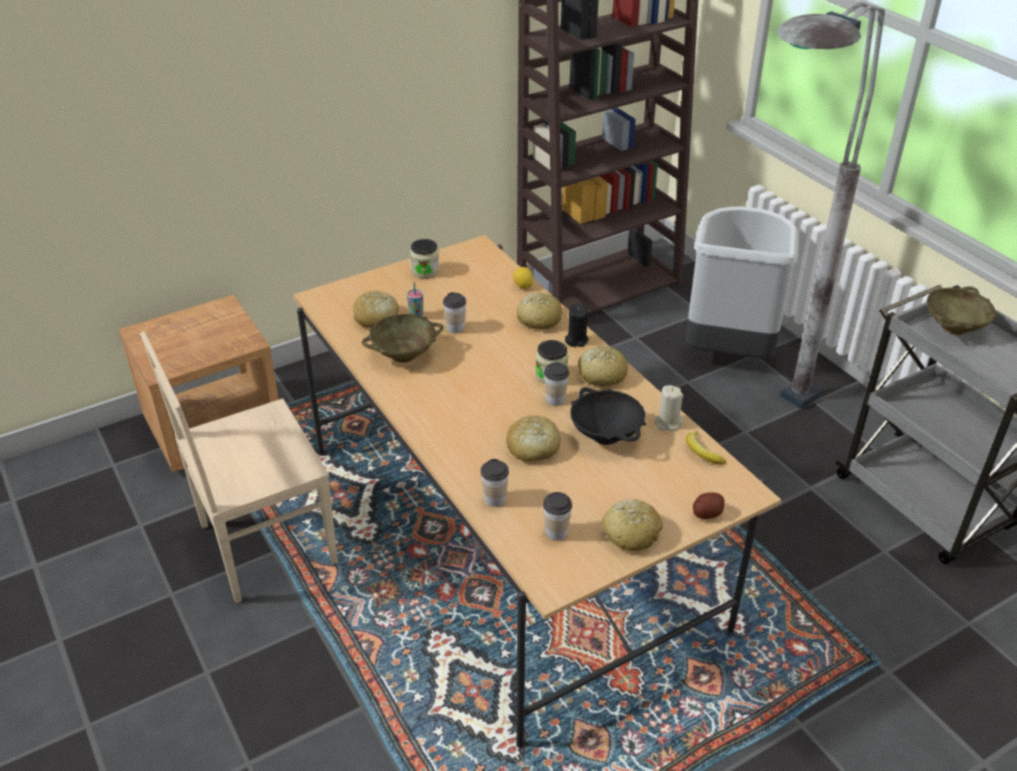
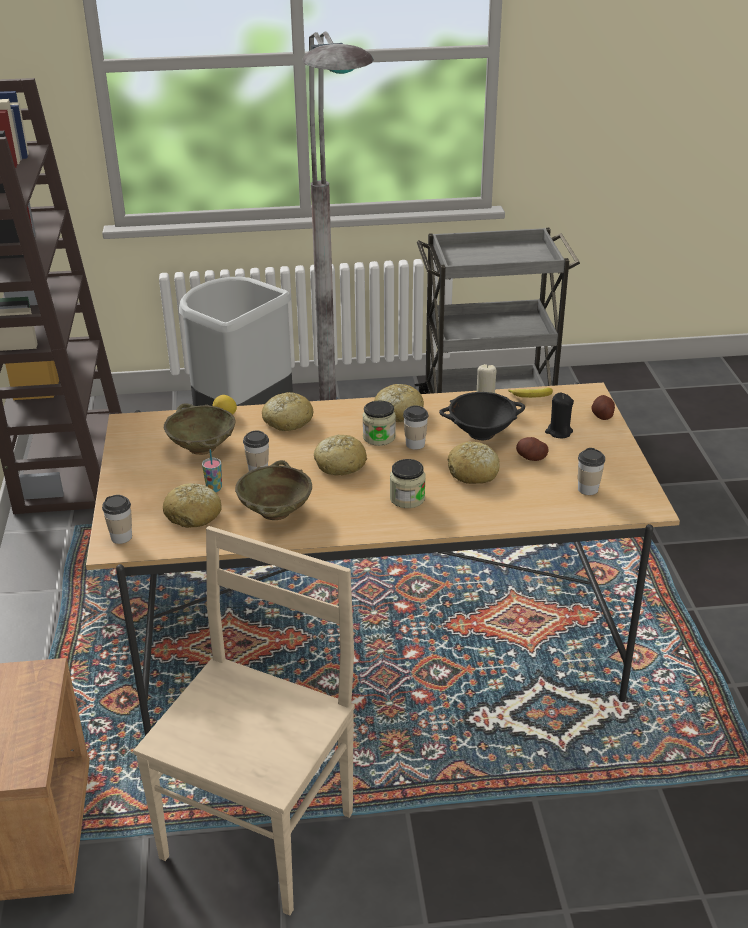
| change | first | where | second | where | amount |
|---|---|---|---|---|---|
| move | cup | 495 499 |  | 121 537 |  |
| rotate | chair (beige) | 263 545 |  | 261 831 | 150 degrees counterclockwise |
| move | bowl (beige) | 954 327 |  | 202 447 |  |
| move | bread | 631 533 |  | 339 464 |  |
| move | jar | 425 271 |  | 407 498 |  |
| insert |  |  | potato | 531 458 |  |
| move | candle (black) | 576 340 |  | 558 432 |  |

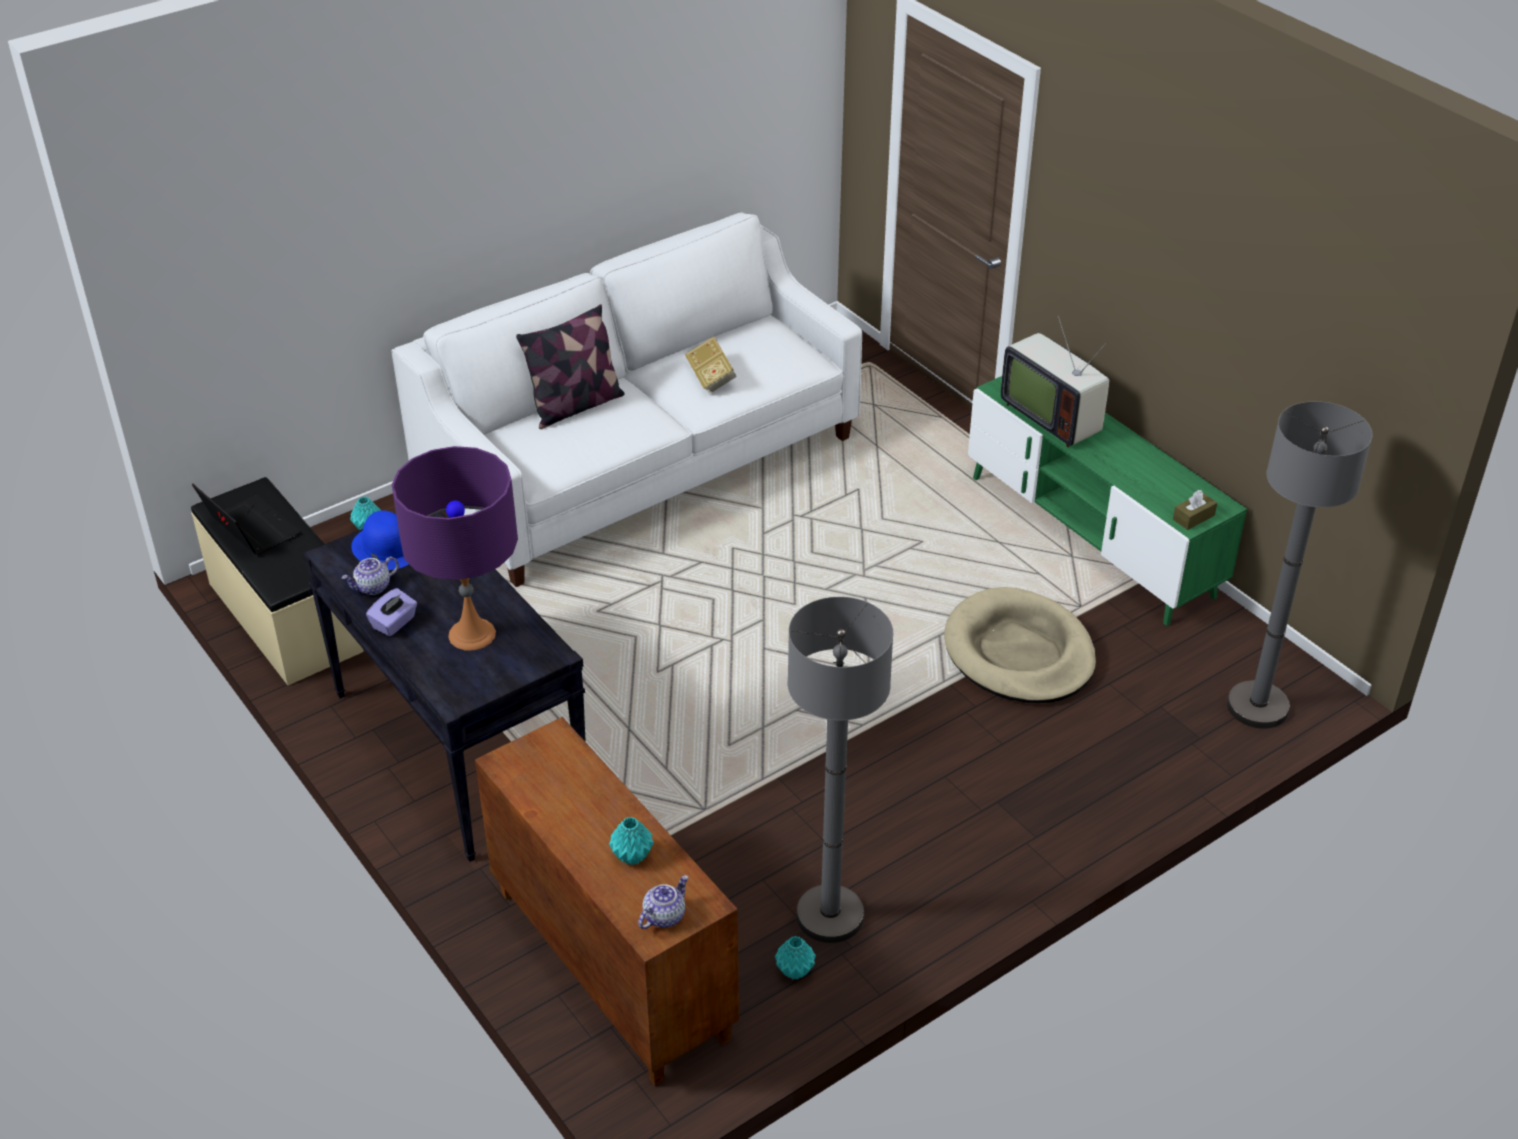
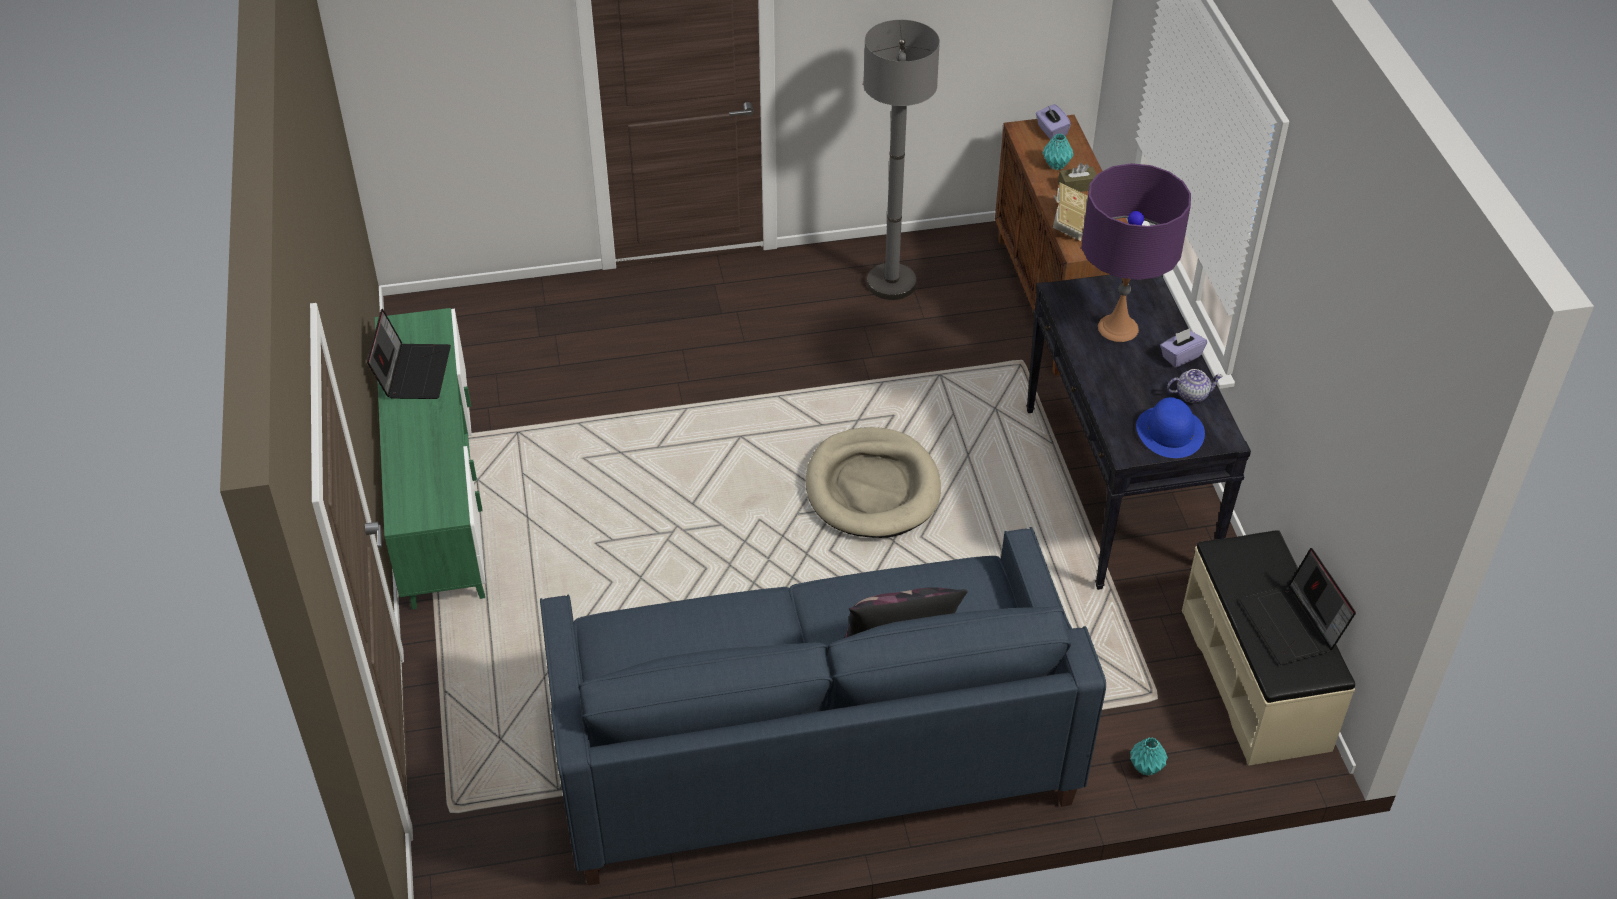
| change | first | where | second | where | amount |
|---|---|---|---|---|---|
| insert |  |  | laptop | 413 371 |  |
| recolor | sofa (white) | 639 463 | sofa (blue) | 811 751 |  |
| move | dog bed (beige) | 1019 652 |  | 872 488 |  |
| replace | teapot | 664 915 | tissue box (purple) | 1051 131 |  |
| move | book | 711 377 |  | 1069 223 |  |
| move | tissue box (brown) | 1193 517 |  | 1077 186 |  |
| delete | vase (turquoise) | 794 971 |  |  |  |
| delete | television | 1053 416 |  |  |  |
| delete | floor lamp (grey) | 1257 706 |  |  |  |

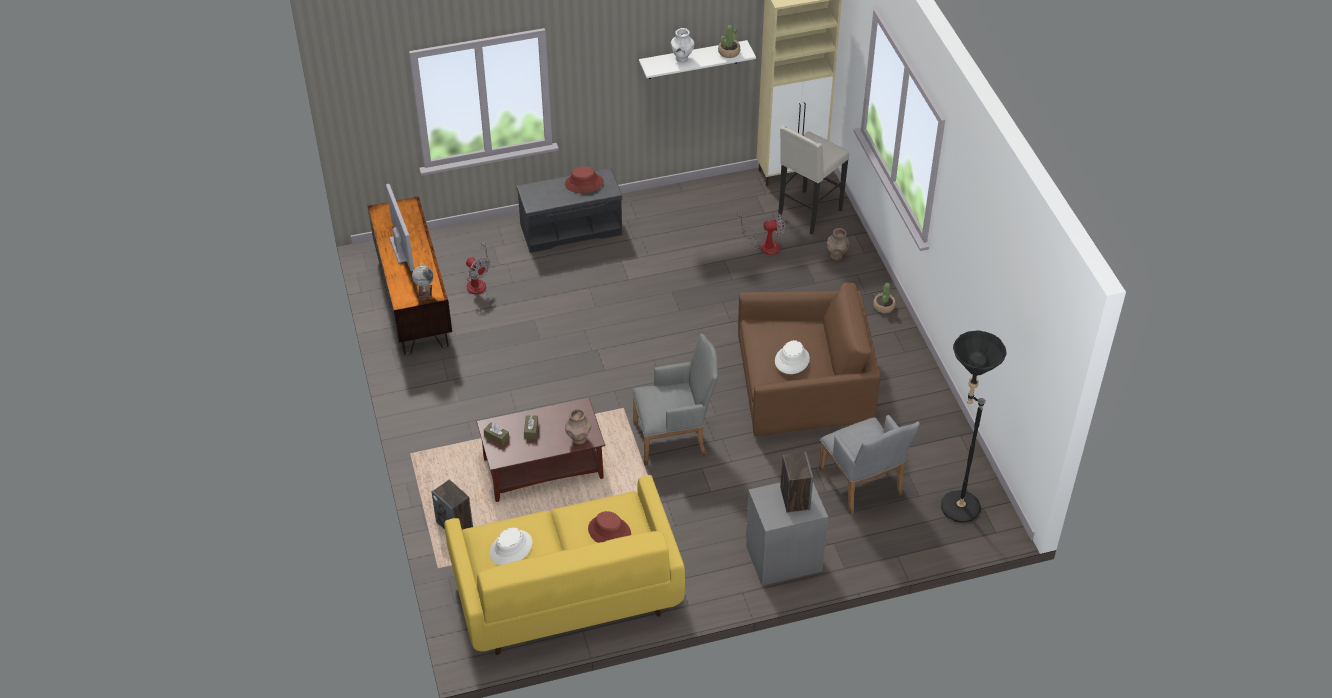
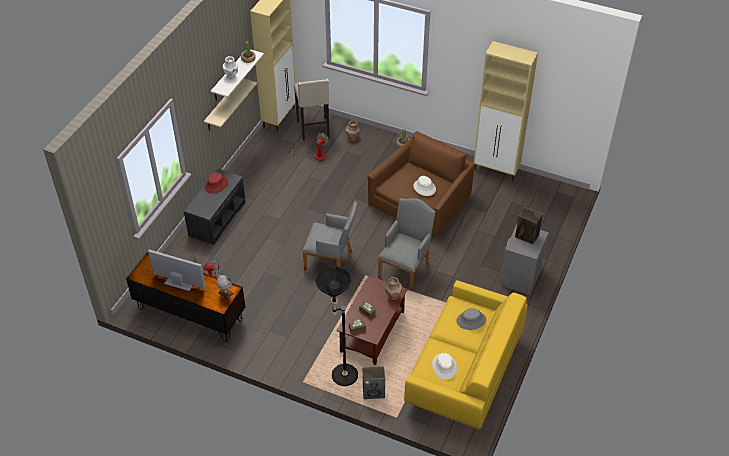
| change | first | where | second | where | amount |
|---|---|---|---|---|---|
| insert |  |  | shelf (beige) | 223 105 |  |
| move | armchair (grey) | 863 485 |  | 331 261 |  |
| move | floor lamp (black) | 953 502 |  | 338 376 |  |
| recolor | hat (red) | 609 531 | hat (grey) | 471 320 |  |
| insert |  |  | cabinet (beige) | 496 170 |  |

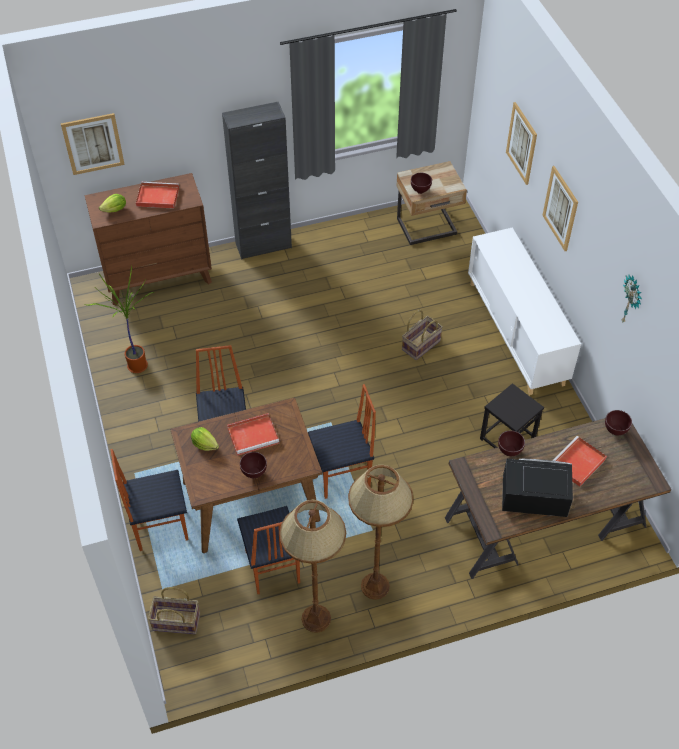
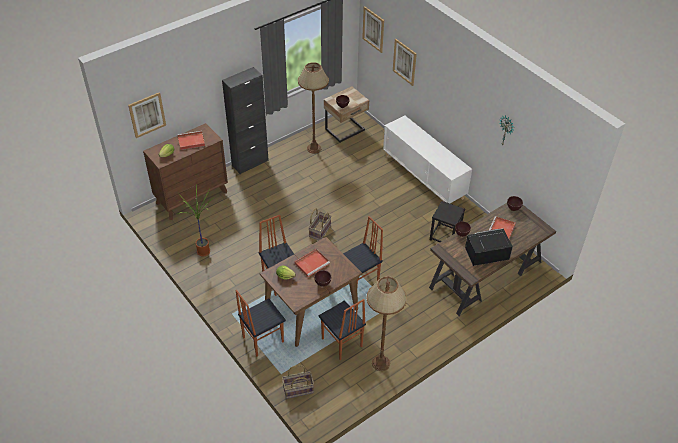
| change | first | where | second | where | amount |
|---|---|---|---|---|---|
| move | floor lamp (brown) | 375 586 |  | 314 148 |  |
| move | basket | 420 344 |  | 319 230 |  |
| move | picture | 560 208 |  | 373 29 |  |

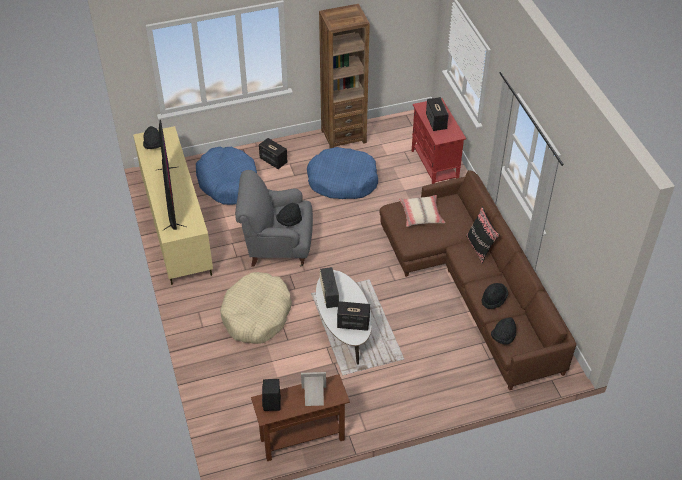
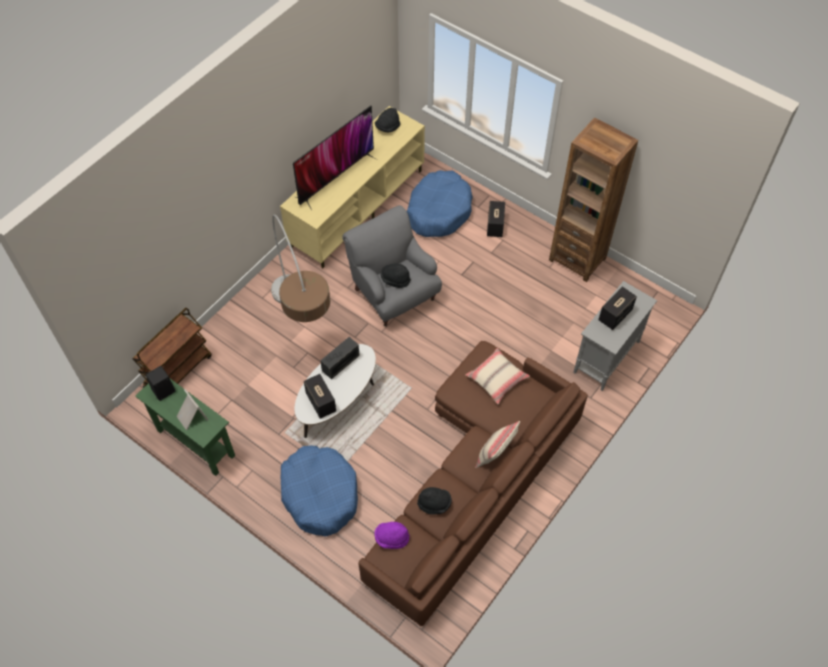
| change | first | where | second | where | amount |
|---|---|---|---|---|---|
| insert |  |  | cart (brown) | 178 371 |  |
| recolor | console table (brown) | 302 439 | console table (green) | 196 443 |  |
| replace | dog bed (beige) | 256 315 | floor lamp | 303 327 |  |
| move | dog bed (blue) | 342 181 |  | 320 494 |  |
| recolor | hat (black) | 503 337 | hat (purple) | 391 538 |  |
| recolor | pillow (black) | 480 248 | pillow (beige) | 495 454 |  |
| recolor | cabinet (red) | 435 167 | cabinet (grey) | 606 358 |  |

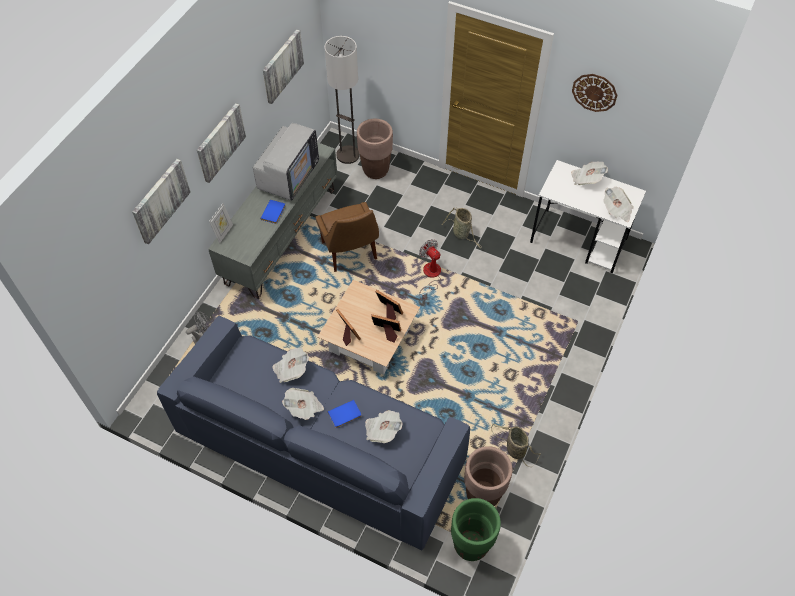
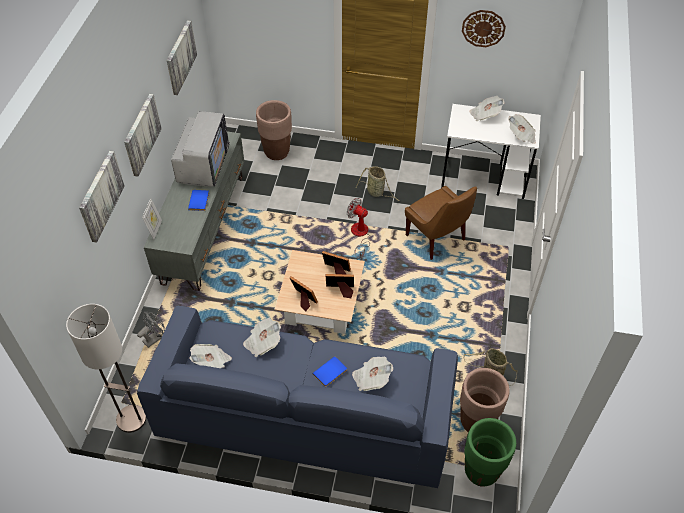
| change | first | where | second | where | amount |
|---|---|---|---|---|---|
| move | floor lamp | 347 155 |  | 131 419 |  |
| move | newspaper | 304 408 |  | 212 362 |  |
| move | chair (brown) | 350 252 |  | 437 239 |  |

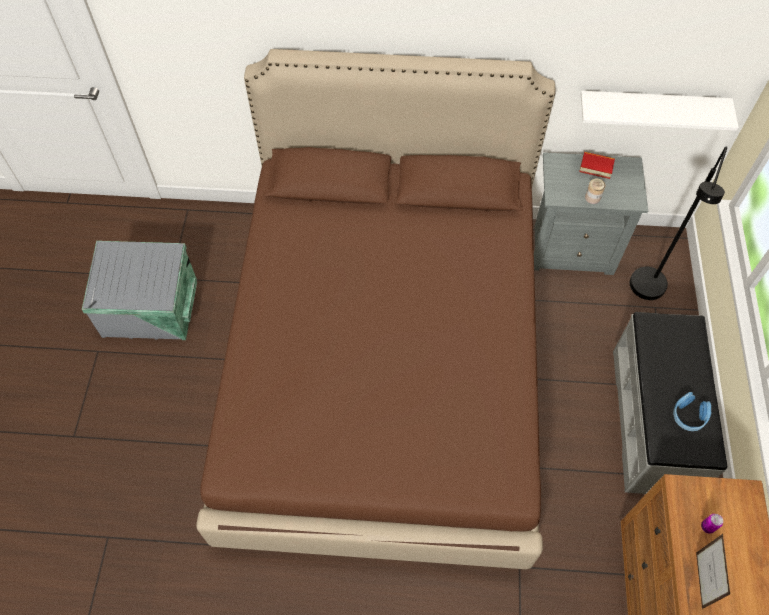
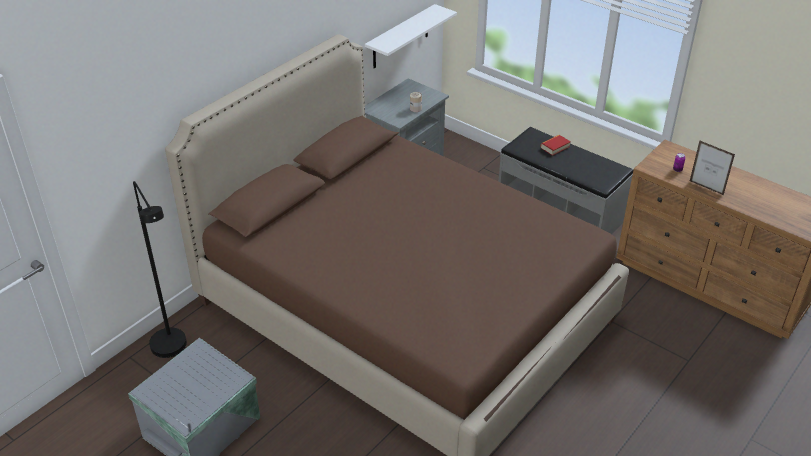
| change | first | where | second | where | amount |
|---|---|---|---|---|---|
| move | floor lamp (black) | 646 293 |  | 173 351 |  |
| move | book | 596 167 |  | 555 147 |  |
| delete | headphones (blue) | 689 415 |  |  |  |

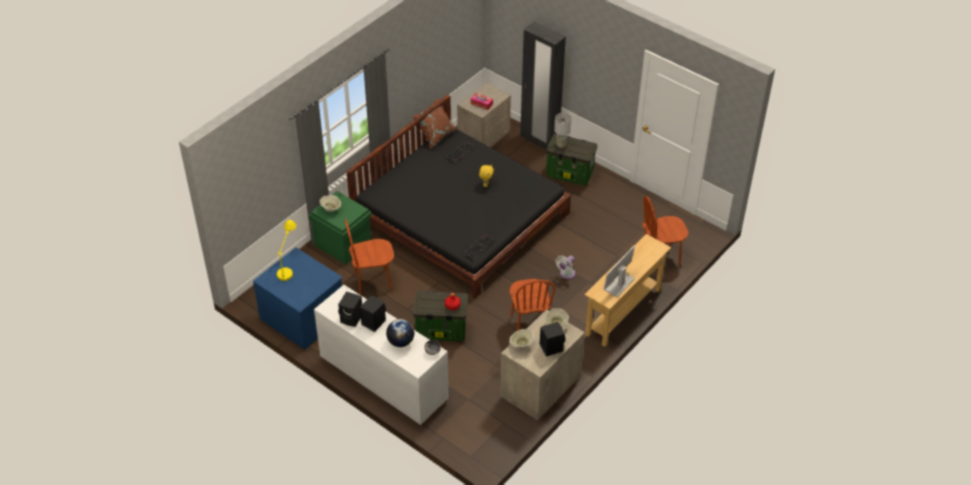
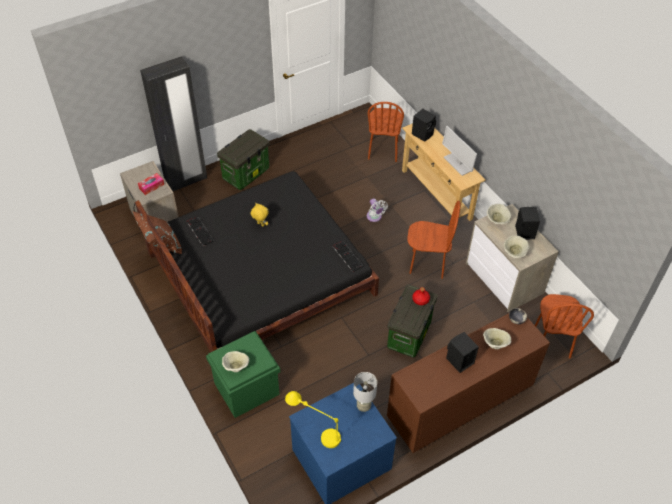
| change | first | where | second | where | amount |
|---|---|---|---|---|---|
| move | table lamp (grey) | 561 145 |  | 364 406 |  |
| recolor | dresser (white) | 383 380 | dresser (brown) | 459 403 |  |
| move | speaker (black) | 352 318 |  | 423 134 |  |
| replace | globe | 400 342 | bowl (beige) | 495 344 |  |
| move | chair (brown) | 372 282 |  | 551 341 |  |

